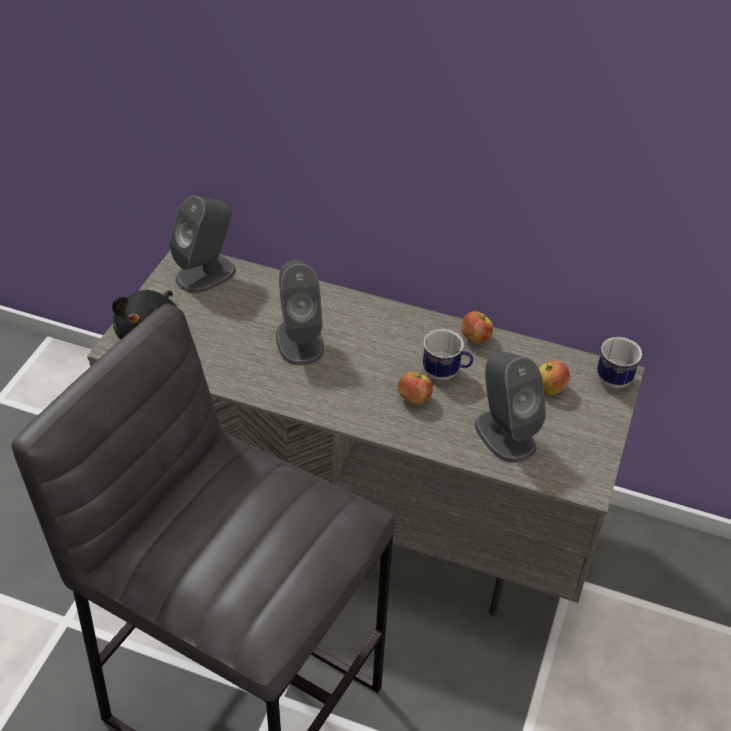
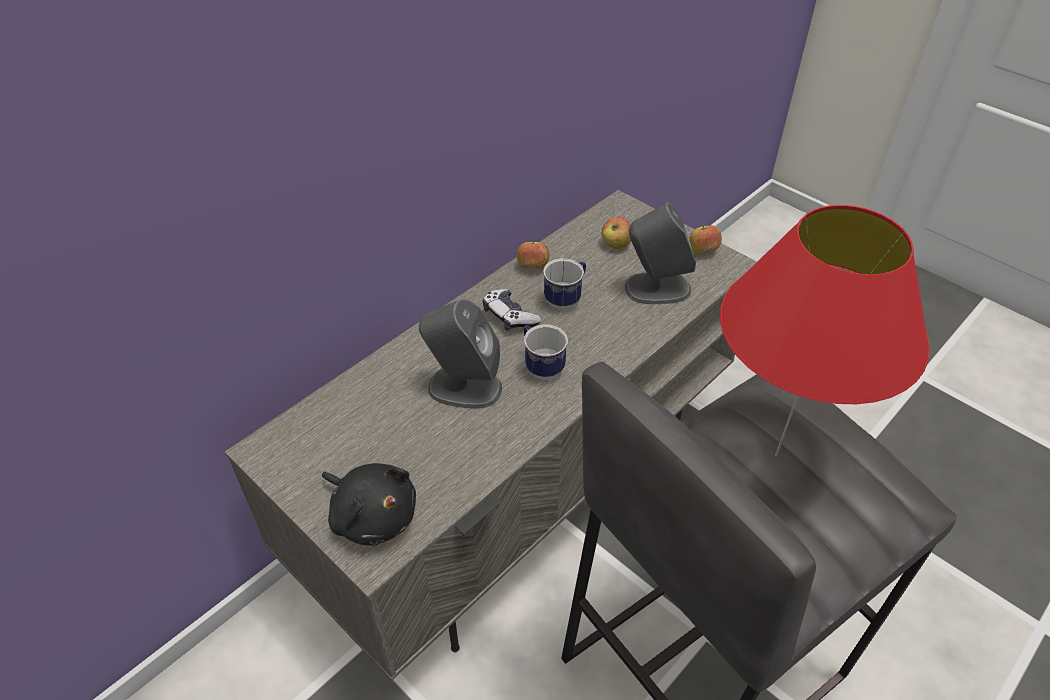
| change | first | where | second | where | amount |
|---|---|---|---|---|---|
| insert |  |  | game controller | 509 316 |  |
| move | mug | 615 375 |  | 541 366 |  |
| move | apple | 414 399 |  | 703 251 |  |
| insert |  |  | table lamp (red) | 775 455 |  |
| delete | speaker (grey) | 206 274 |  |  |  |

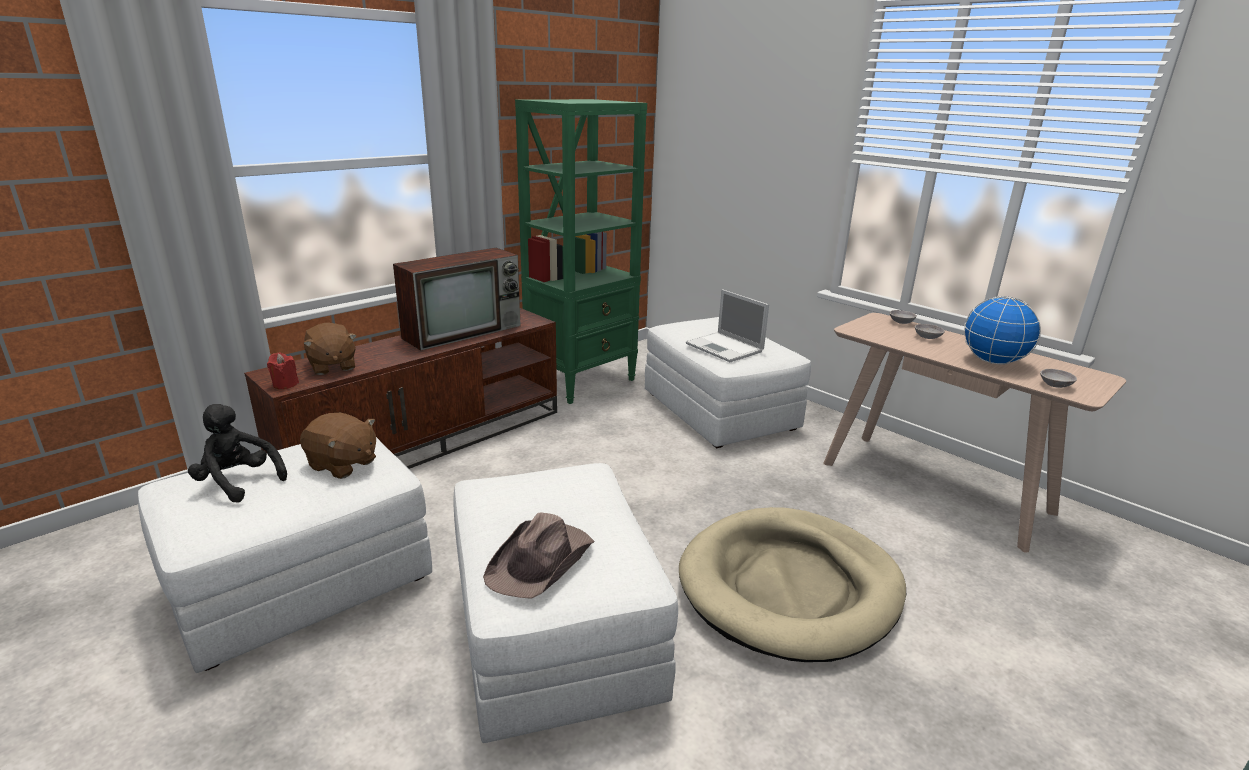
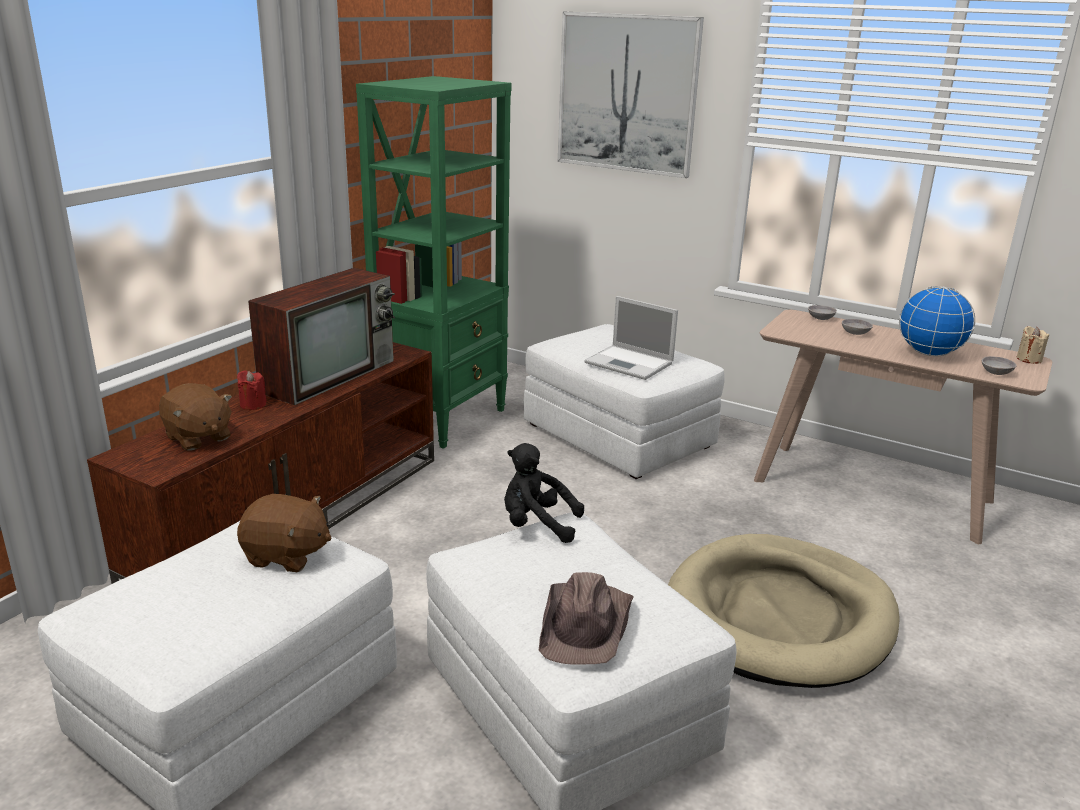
| change | first | where | second | where | amount |
|---|---|---|---|---|---|
| move | candle (red) | 285 384 |  | 253 405 |  |
| move | plush toy (black) | 238 482 |  | 537 525 |  |
| insert |  |  | picture | 627 94 |  |
| insert |  |  | candle (beige) | 1029 359 |  |

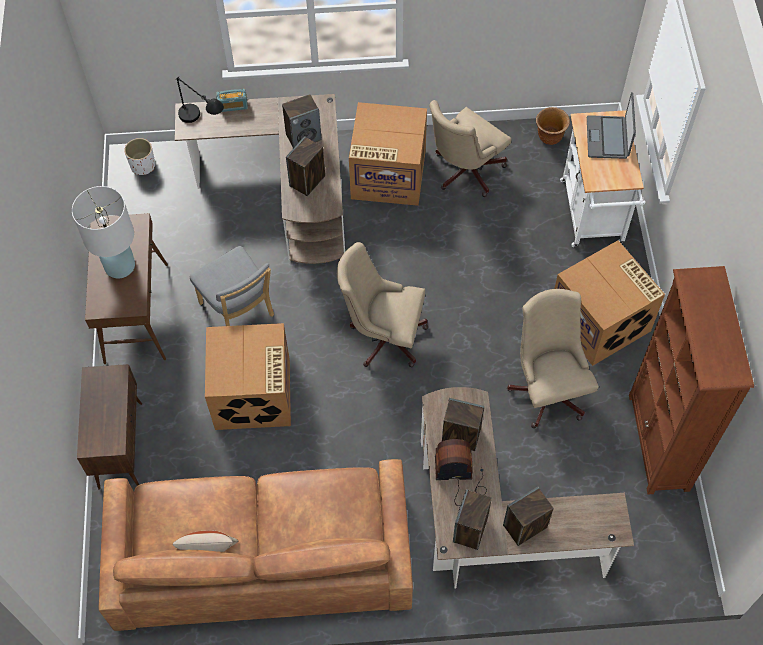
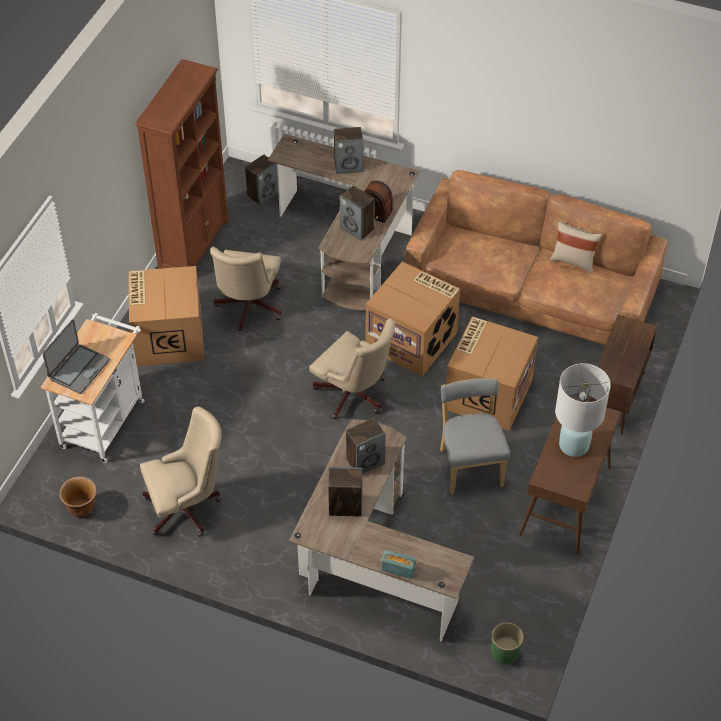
| change | first | where | second | where | amount |
|---|---|---|---|---|---|
| move | speaker | 470 530 |  | 262 194 |  |
| move | cardboard box | 387 175 |  | 413 340 |  |
| recolor | planter (white) | 143 166 | planter (green) | 505 652 |  |
| delete | table lamp (black) | 202 124 |  |  |  |

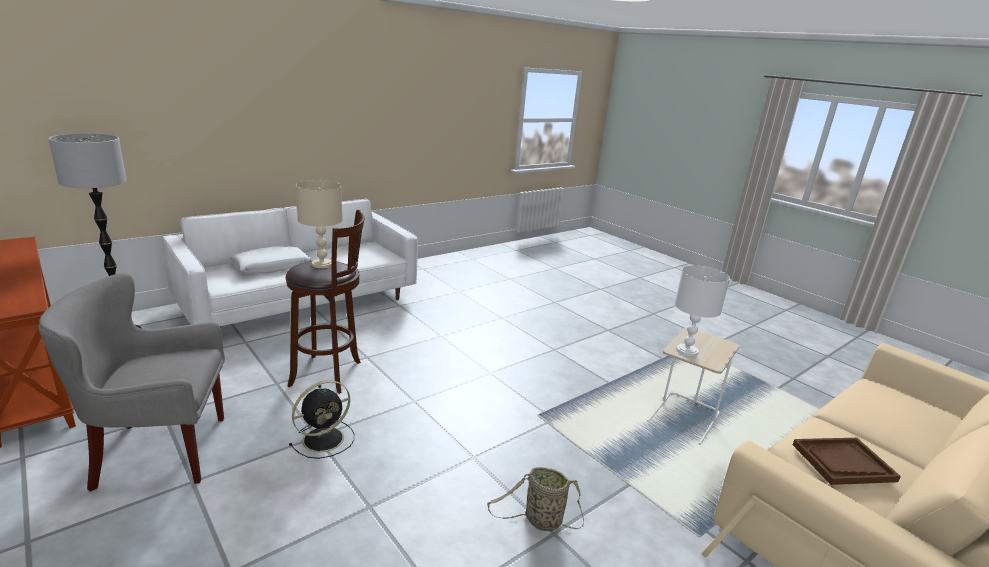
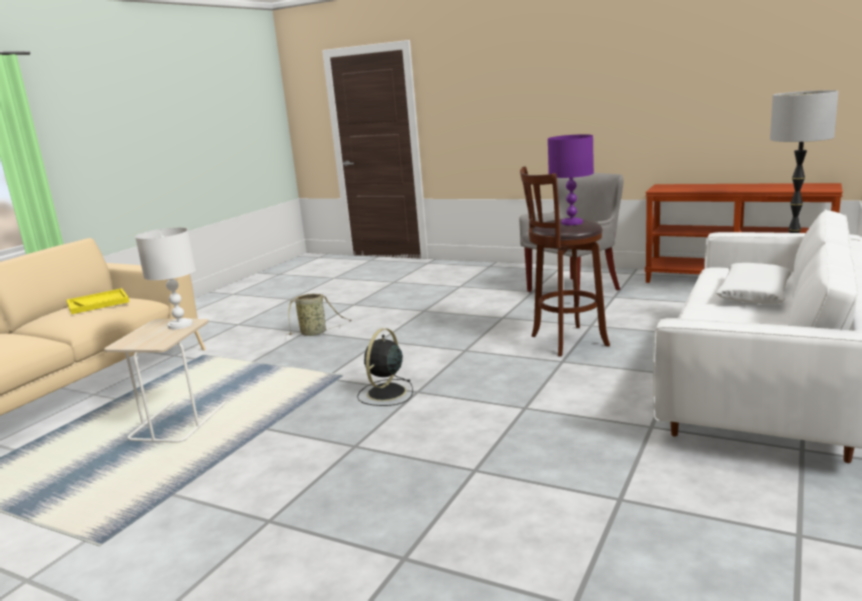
| change | first | where | second | where | amount |
|---|---|---|---|---|---|
| recolor | tray (brown) | 843 463 | tray (yellow) | 98 303 |  |
| move | fan (black) | 325 438 |  | 385 393 |  |
| recolor | table lamp (beige) | 322 264 | table lamp (purple) | 571 223 |  |

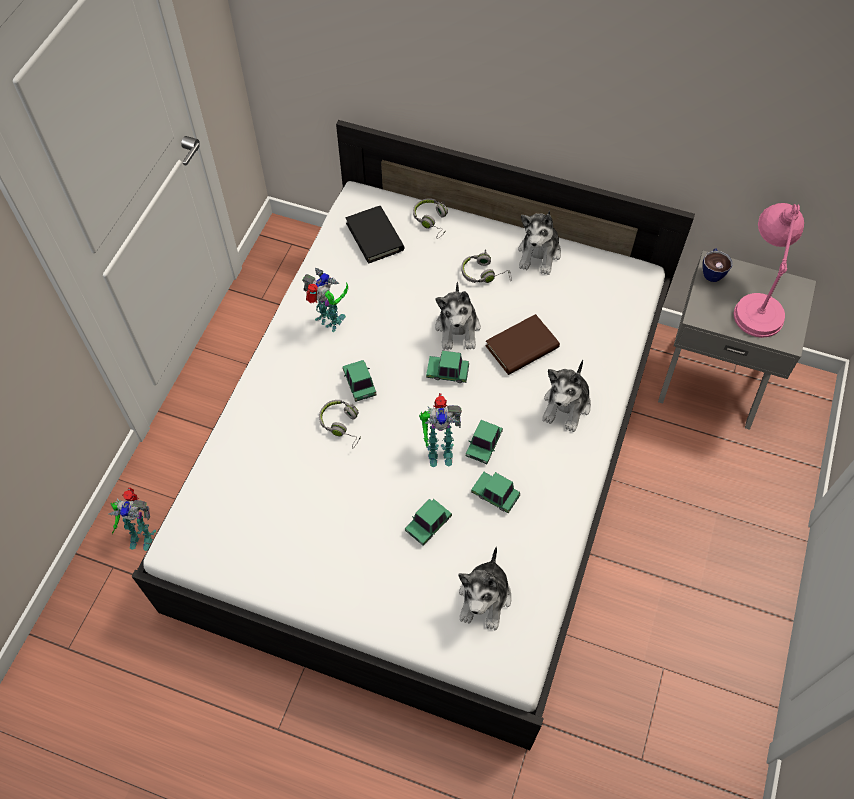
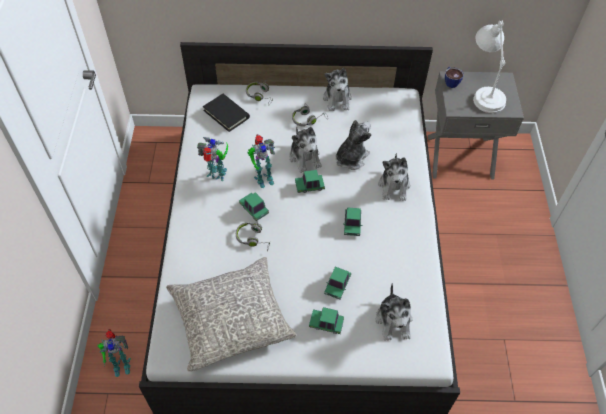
| change | first | where | second | where | amount |
|---|---|---|---|---|---|
| insert |  |  | pillow (grey) | 231 319 |  |
| move | toy robot | 438 451 |  | 263 178 |  |
| move | toy car | 495 495 |  | 326 323 |  |
| replace | book (brown) | 522 347 | plush toy | 351 158 |  |
| recolor | table lamp (pink) | 757 298 | table lamp (white) | 484 90 |  |

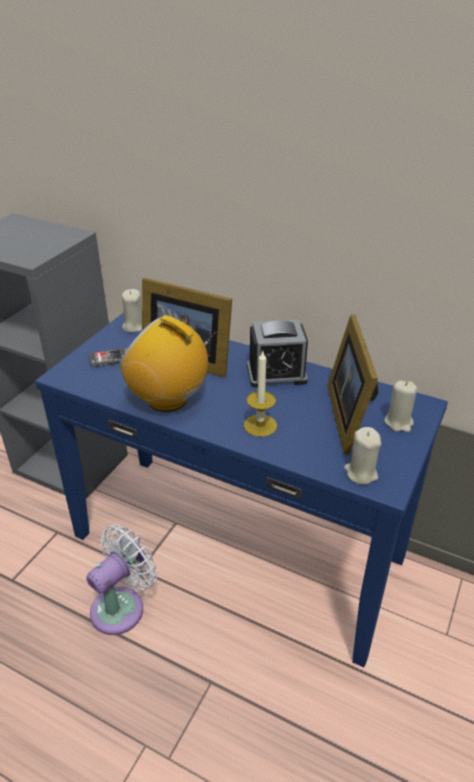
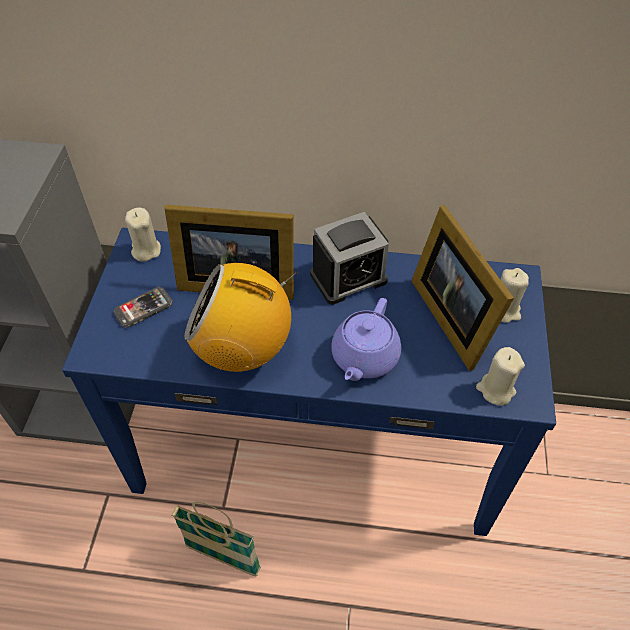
| change | first | where | second | where | amount |
|---|---|---|---|---|---|
| replace | fan (white) | 122 606 | basket | 223 557 |  |
| replace | candle | 260 425 | teapot (purple) | 364 357 |  |

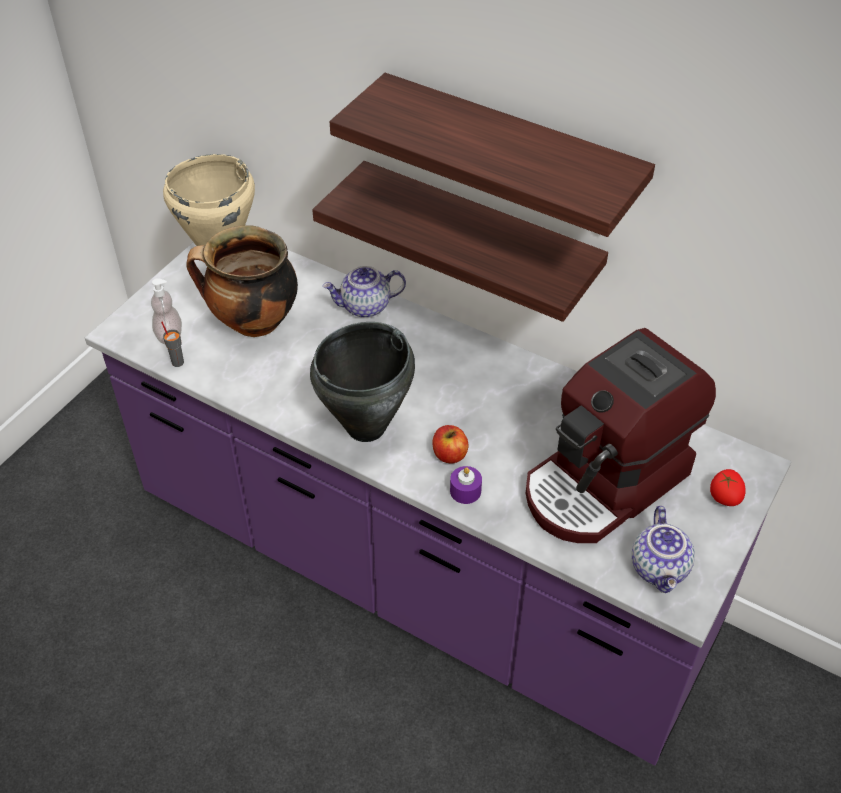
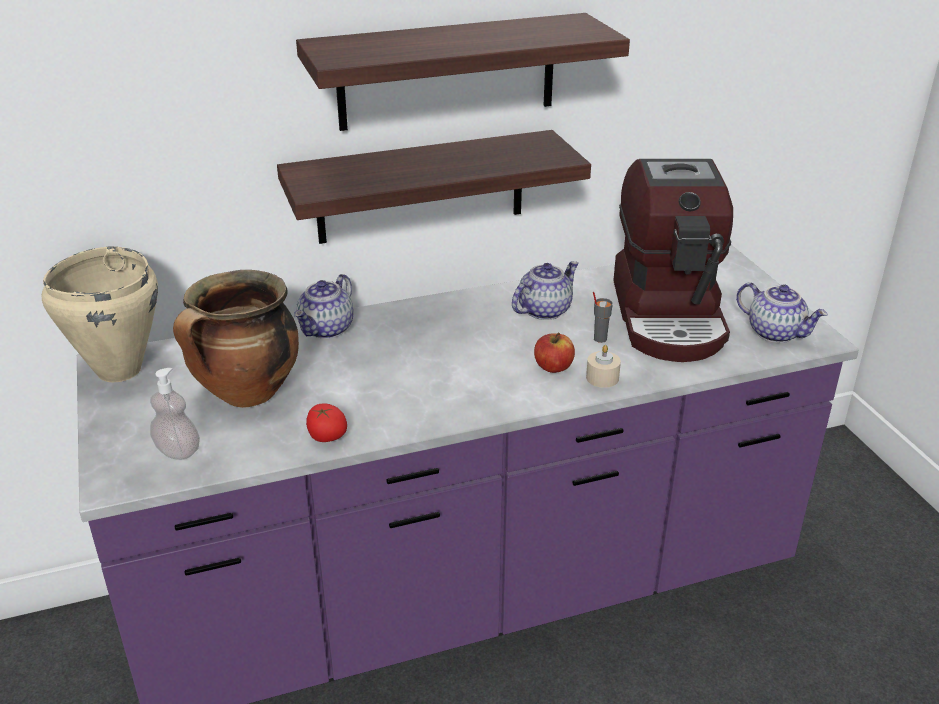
| change | first | where | second | where | amount |
|---|---|---|---|---|---|
| move | tomato | 724 497 |  | 326 437 |  |
| insert |  |  | teapot | 544 310 |  |
| recolor | candle (purple) | 465 491 | candle (beige) | 602 378 |  |
| move | cup (grey) | 177 362 |  | 599 339 |  |
| delete | cooking pot (black) | 367 427 |  |  |  |

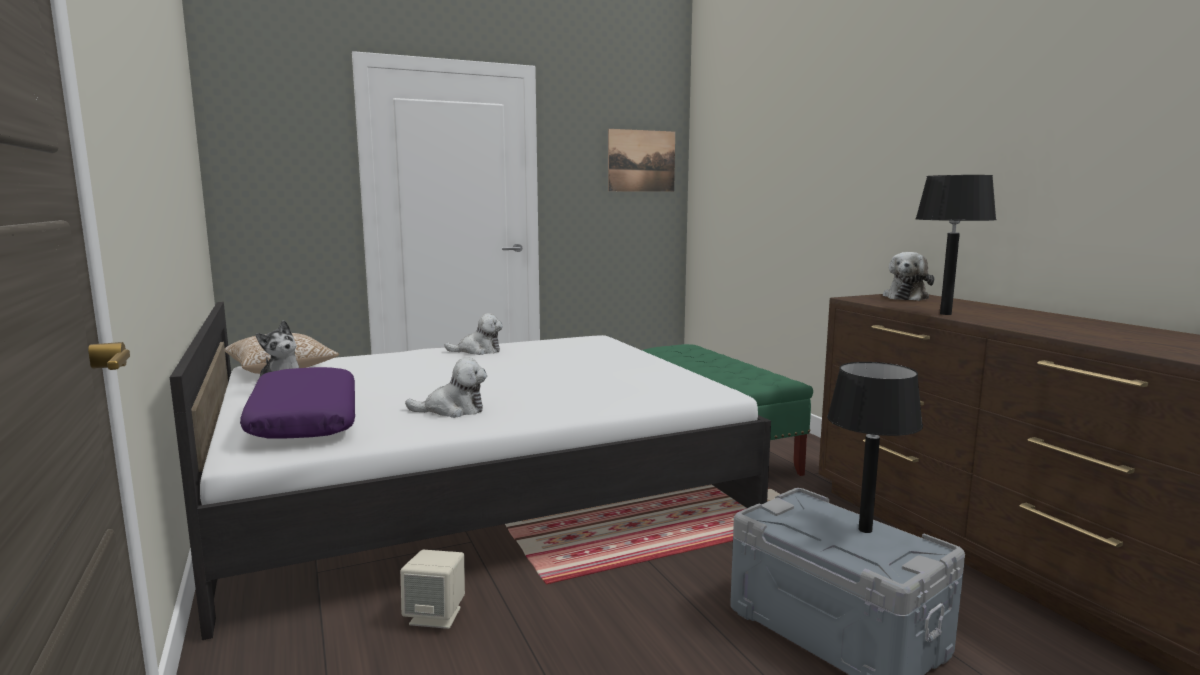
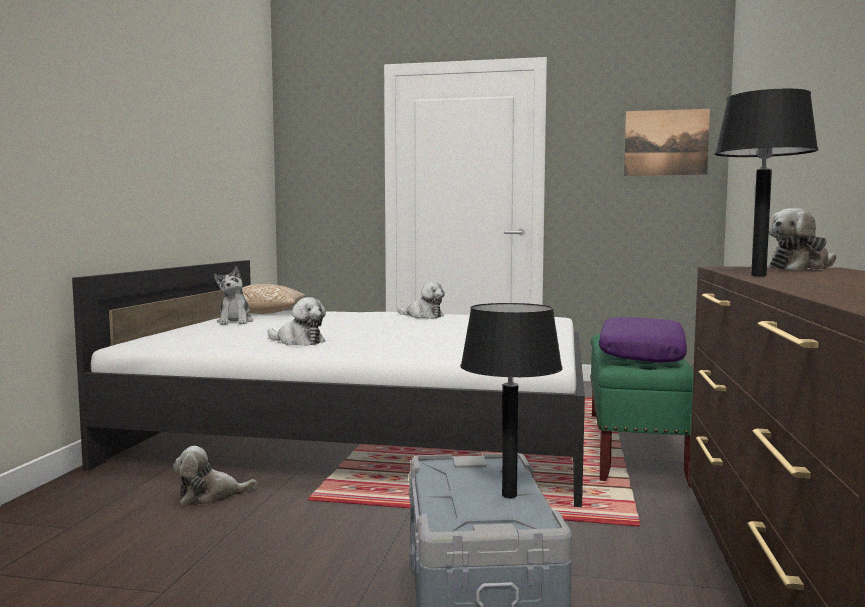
| change | first | where | second | where | amount |
|---|---|---|---|---|---|
| replace | speaker (beige) | 436 616 | plush toy | 210 496 |  |
| move | pillow (purple) | 304 420 |  | 639 355 |  |

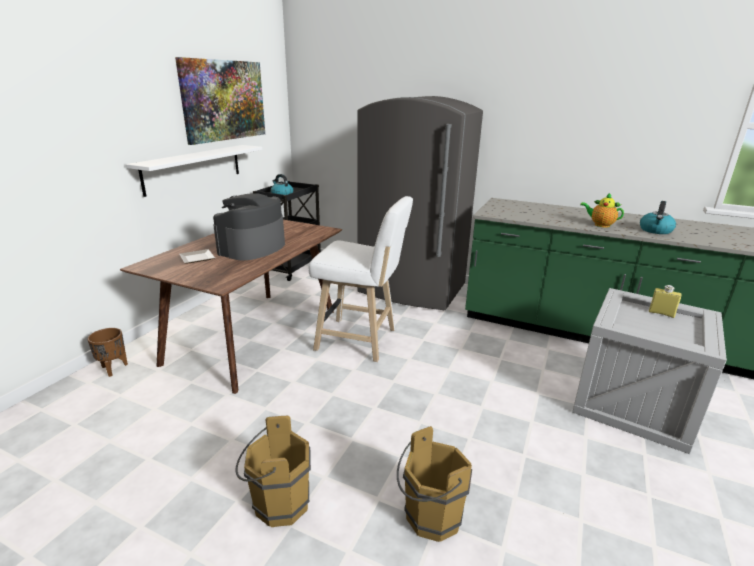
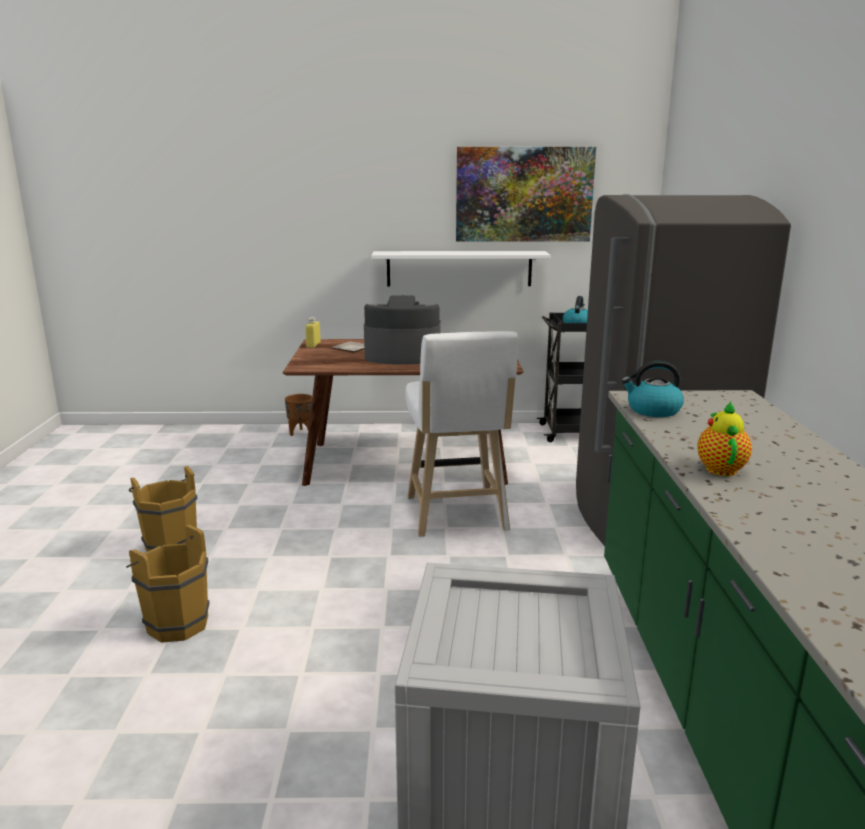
| change | first | where | second | where | amount |
|---|---|---|---|---|---|
| move | bottle (yellow) | 661 313 |  | 313 345 |  |
| move | kettle | 655 230 |  | 652 410 |  |

